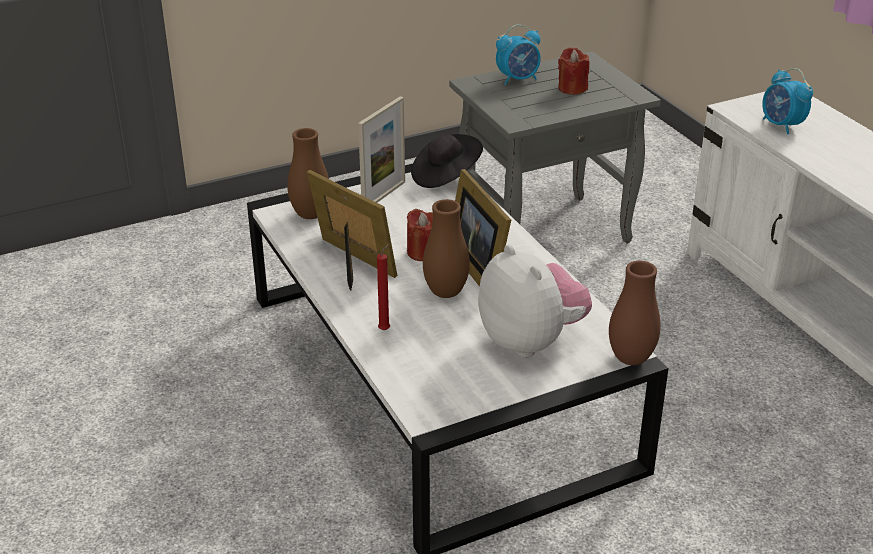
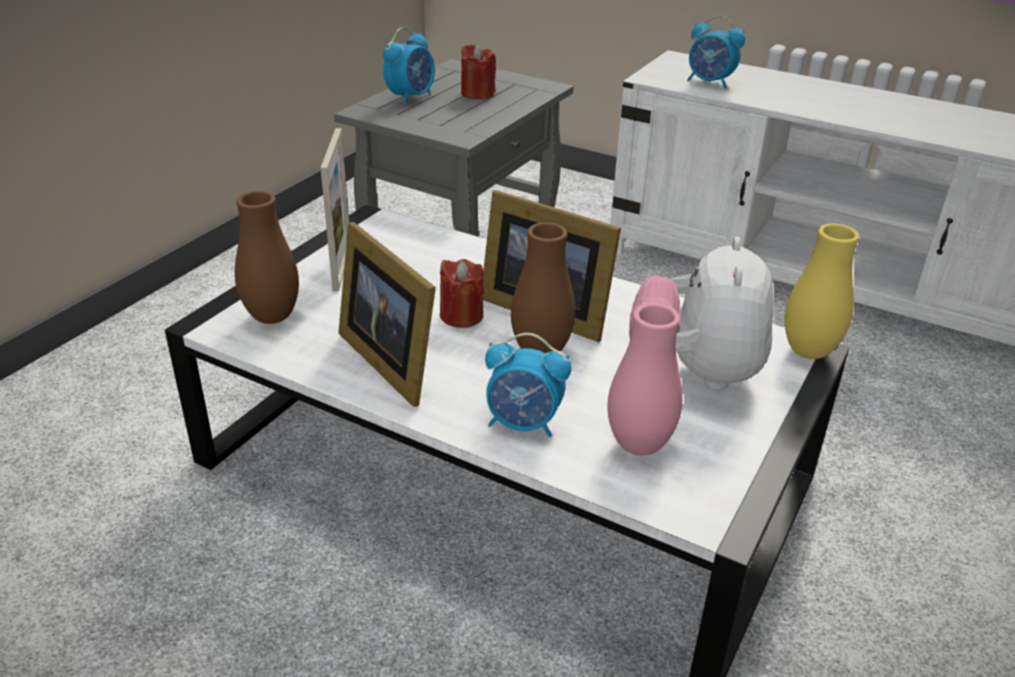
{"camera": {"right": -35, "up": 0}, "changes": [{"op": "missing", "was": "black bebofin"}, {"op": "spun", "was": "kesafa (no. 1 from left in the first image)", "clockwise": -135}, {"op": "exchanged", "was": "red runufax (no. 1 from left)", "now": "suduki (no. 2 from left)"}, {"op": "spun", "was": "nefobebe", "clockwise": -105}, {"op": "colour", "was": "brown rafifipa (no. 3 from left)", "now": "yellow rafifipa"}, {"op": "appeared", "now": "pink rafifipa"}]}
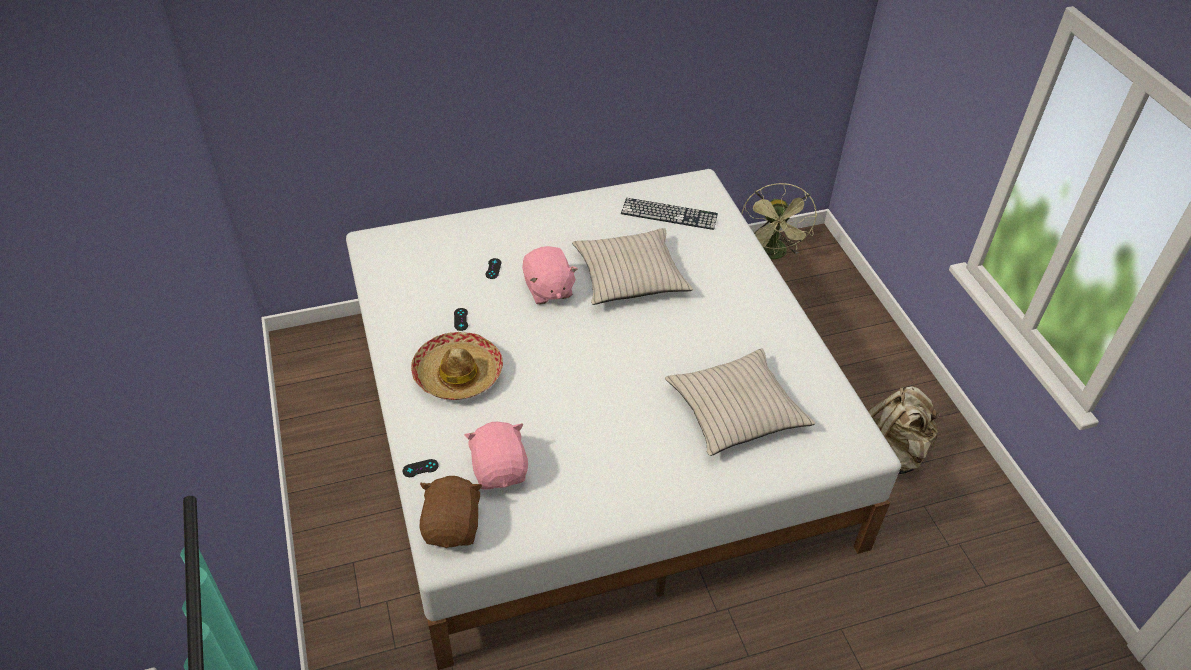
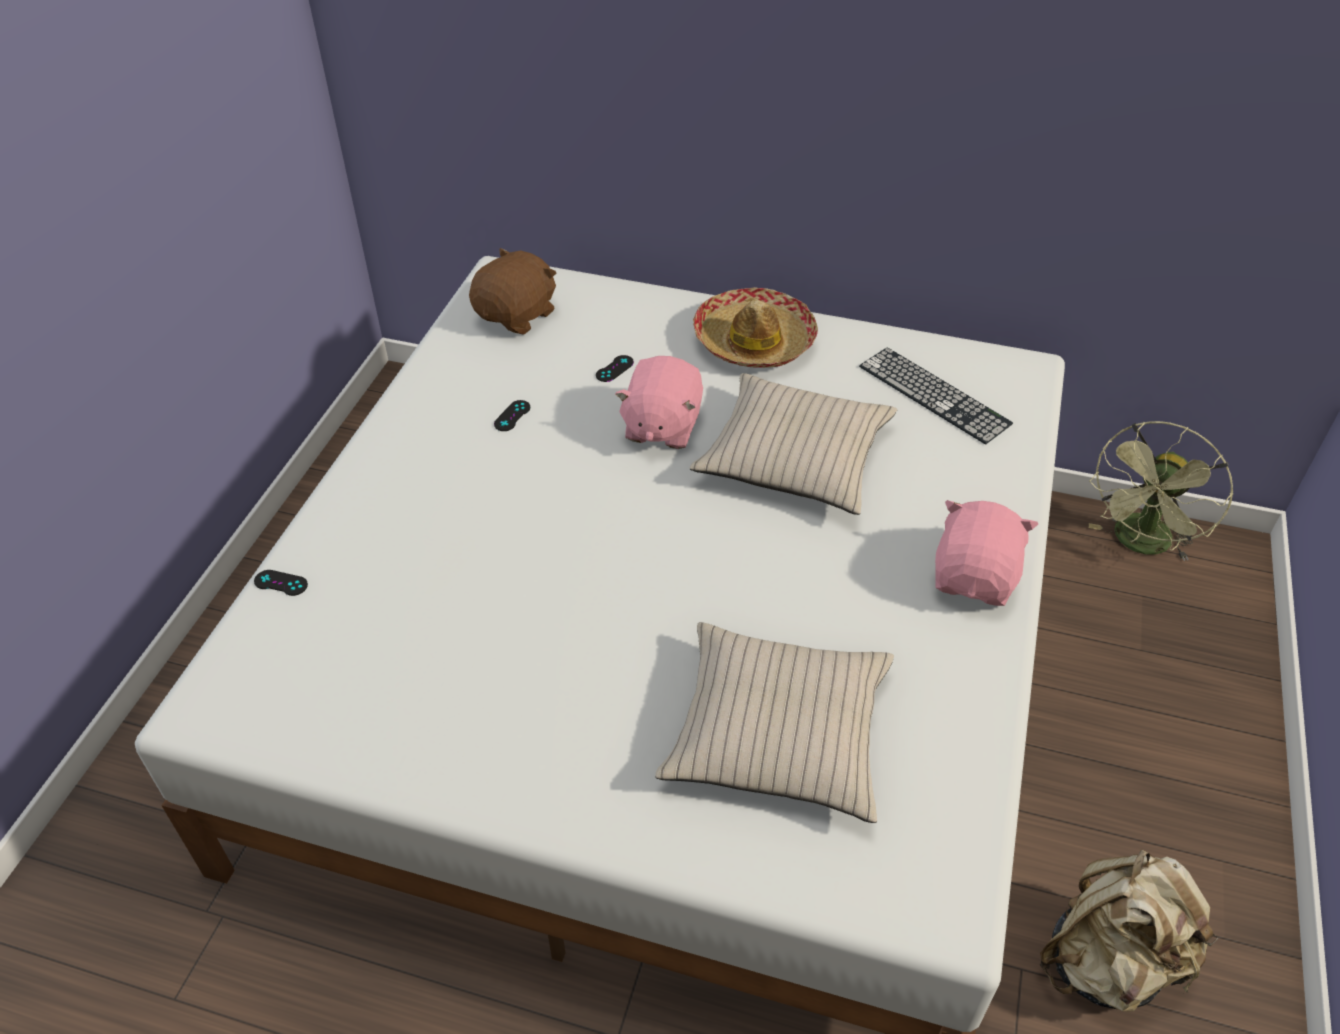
{"camera": {"right": 35, "up": 0}, "changes": [{"op": "relocated", "was": "bebofin"}, {"op": "relocated", "was": "pink nefobebe (no. 1 from left in the first image)", "now": "pink nefobebe (no. 2 from left)"}, {"op": "relocated", "was": "brown nefobebe"}]}
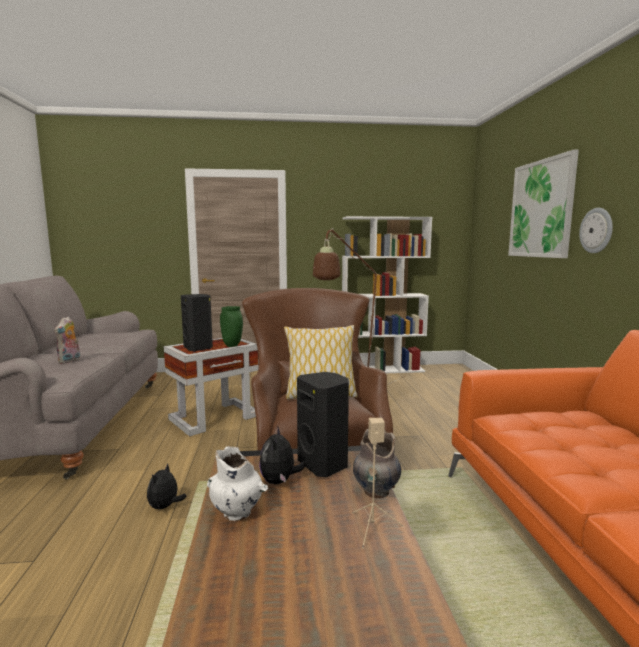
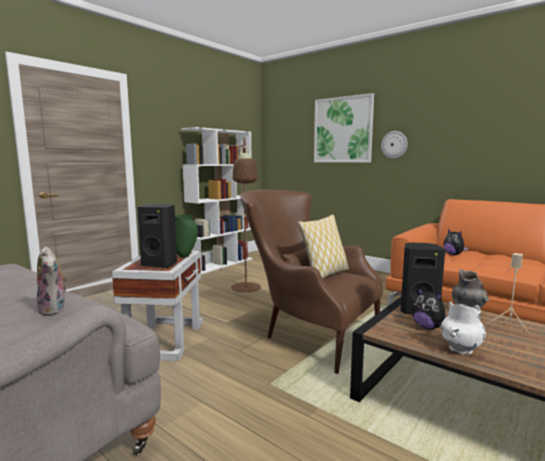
{"camera": {"right": -45, "up": 0}, "changes": [{"op": "relocated", "was": "nefobebe (no. 2 from left in the first image)", "now": "nefobebe (no. 3 from left)"}]}
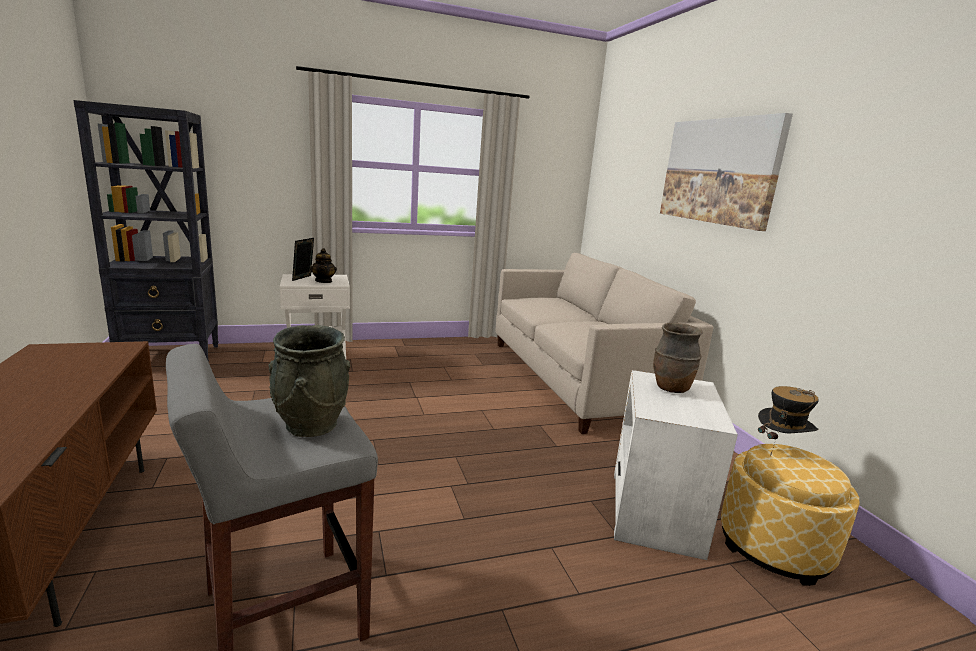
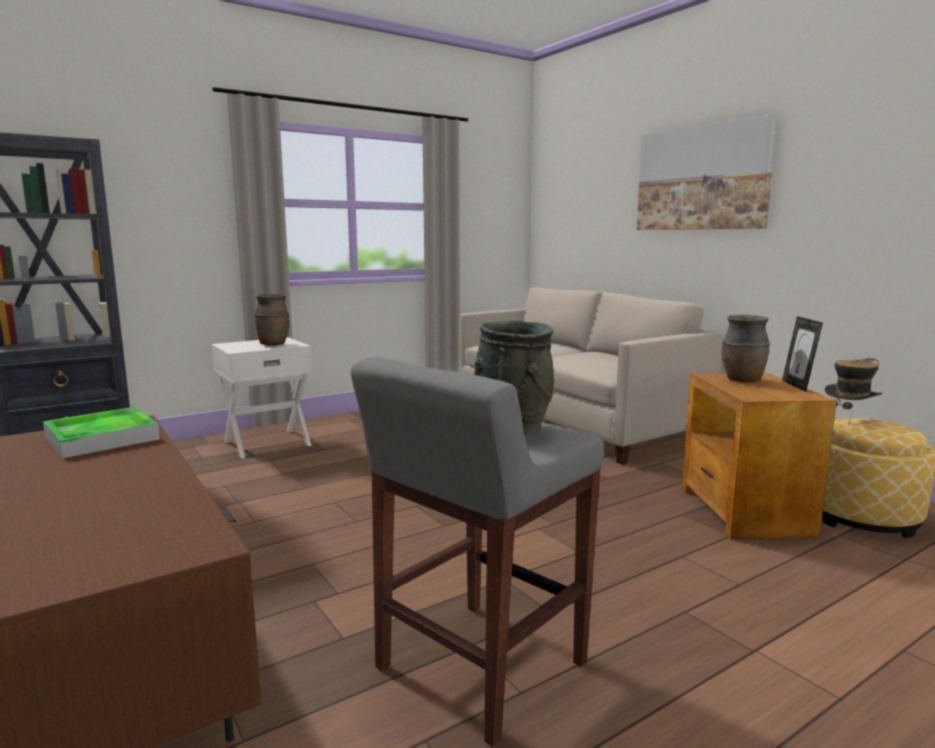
{"camera": {"right": -15, "up": -5}, "changes": [{"op": "relocated", "was": "kesafa"}, {"op": "exchanged", "was": "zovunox", "now": "brown rafifipa (no. 1 from left)"}, {"op": "colour", "was": "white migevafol", "now": "brown migevafol"}, {"op": "appeared", "now": "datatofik"}]}
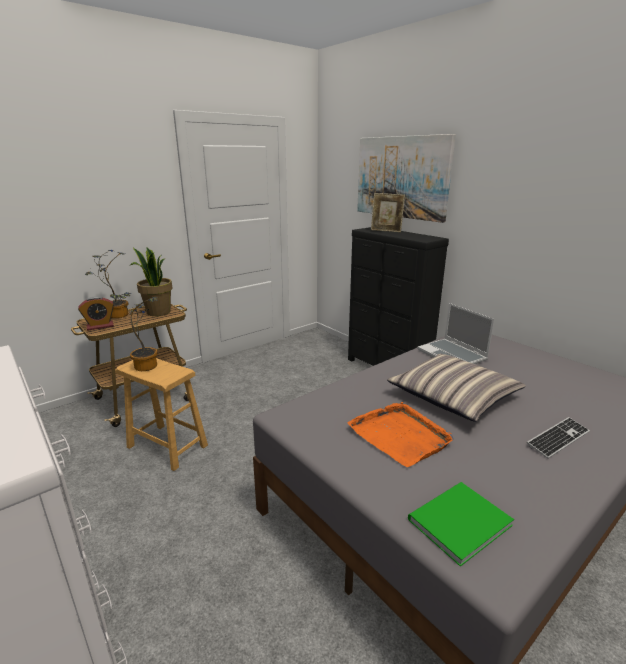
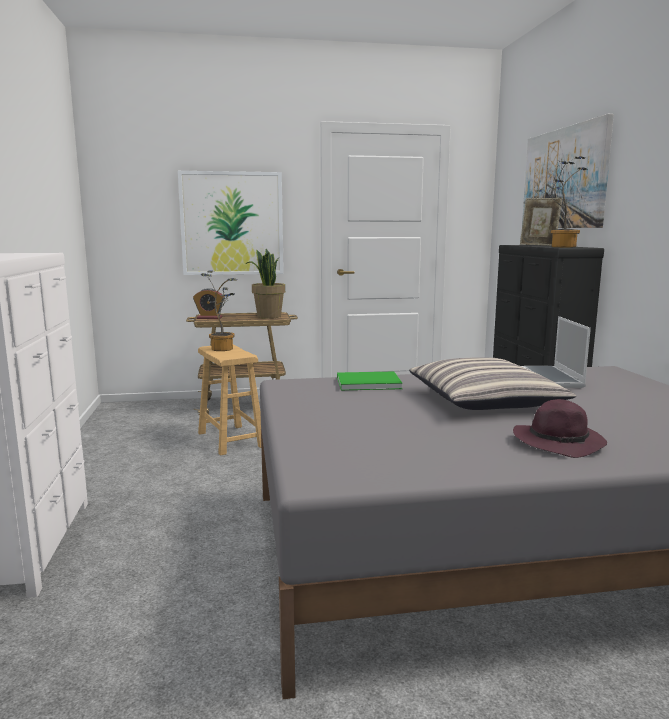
{"camera": {"right": 30, "up": -10}, "changes": [{"op": "relocated", "was": "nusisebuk (no. 1 from left in the first image)", "now": "nusisebuk (no. 3 from left)"}, {"op": "missing", "was": "orange datatofik"}, {"op": "exchanged", "was": "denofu", "now": "purple bebofin"}, {"op": "relocated", "was": "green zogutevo"}, {"op": "appeared", "now": "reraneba (no. 1 from left)"}]}
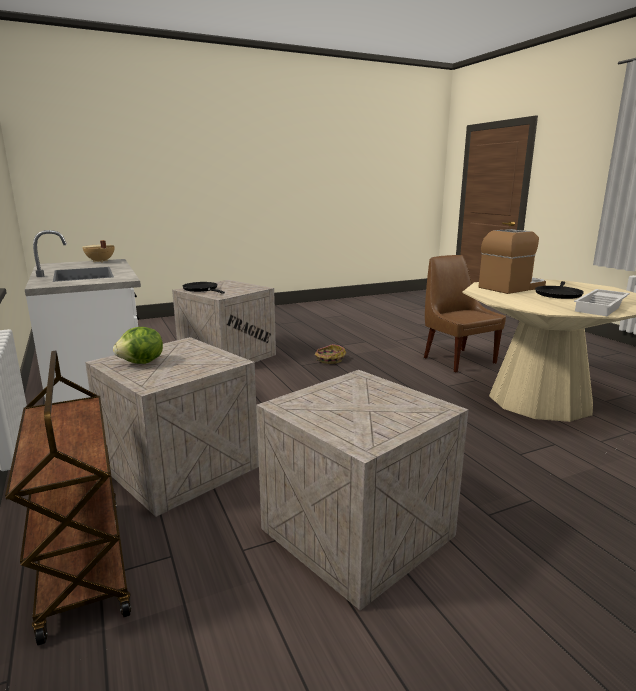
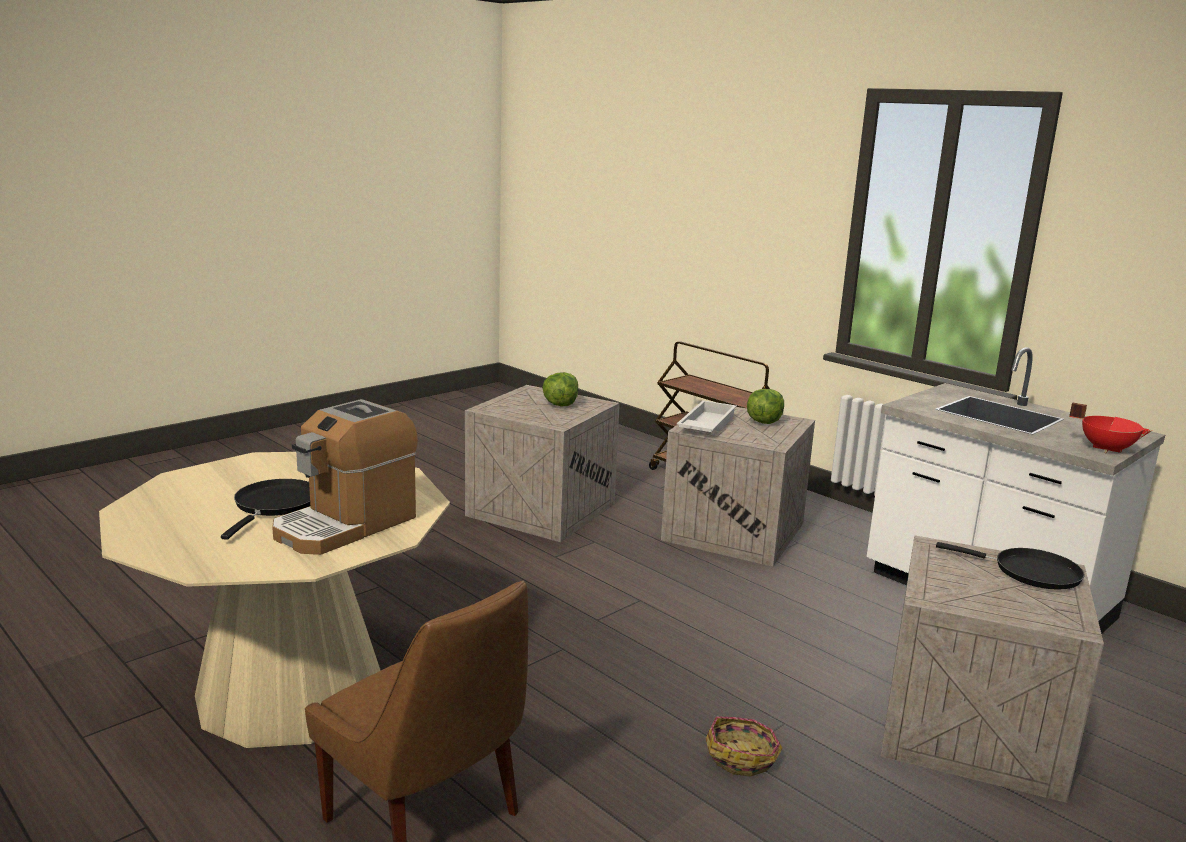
{"camera": {"right": 160, "up": 0}, "changes": [{"op": "colour", "was": "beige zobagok", "now": "red zobagok"}, {"op": "relocated", "was": "white datatofik"}, {"op": "appeared", "now": "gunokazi (no. 1 from left)"}]}
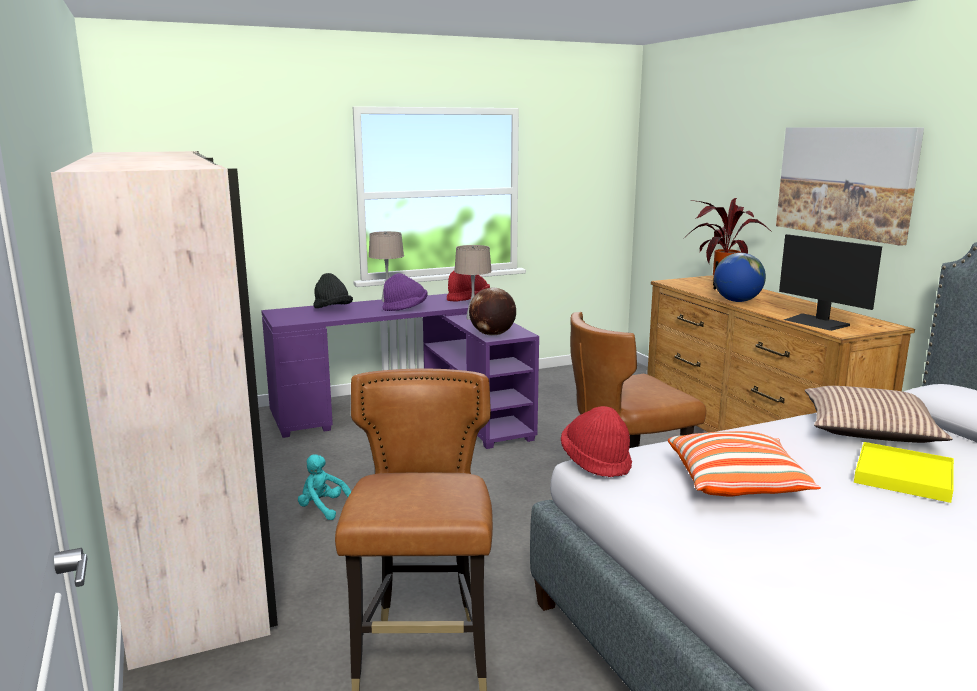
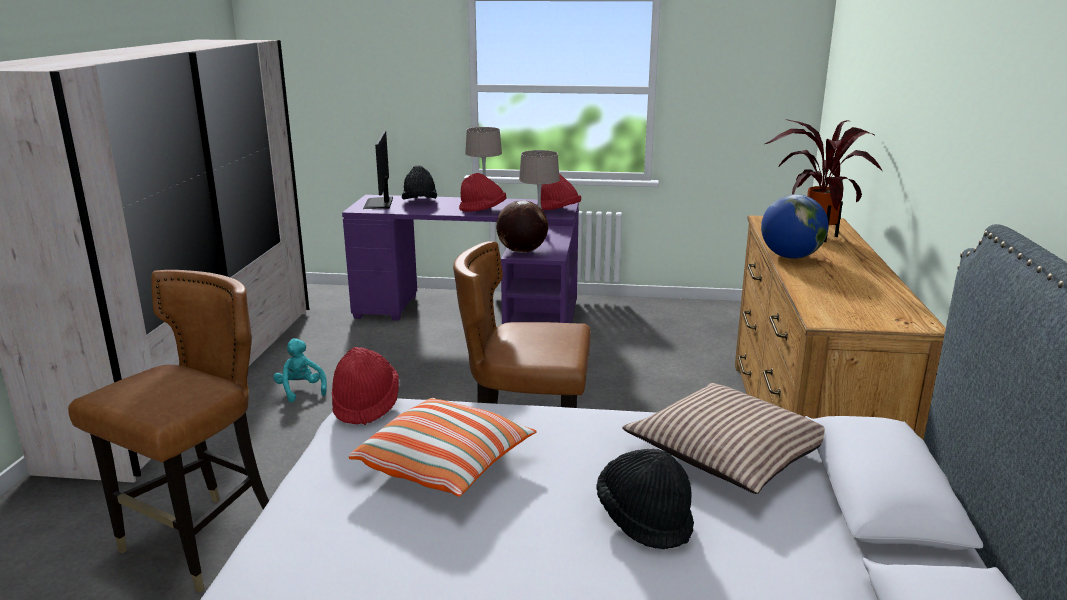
{"camera": {"right": 30, "up": 5}, "changes": [{"op": "missing", "was": "reraneba"}, {"op": "relocated", "was": "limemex"}, {"op": "colour", "was": "purple bebofin", "now": "red bebofin (no. 2 from left)"}, {"op": "exchanged", "was": "yellow datatofik", "now": "black bebofin (no. 2 from left)"}]}
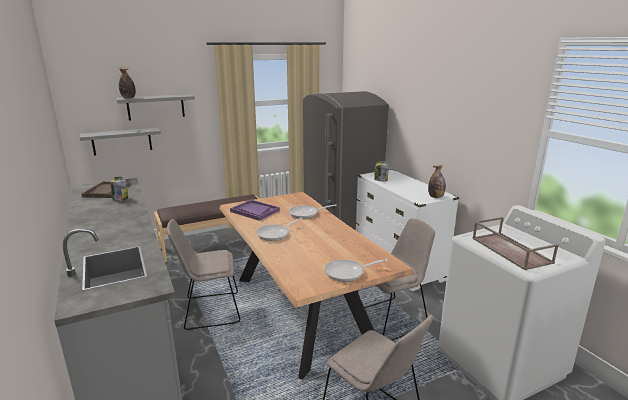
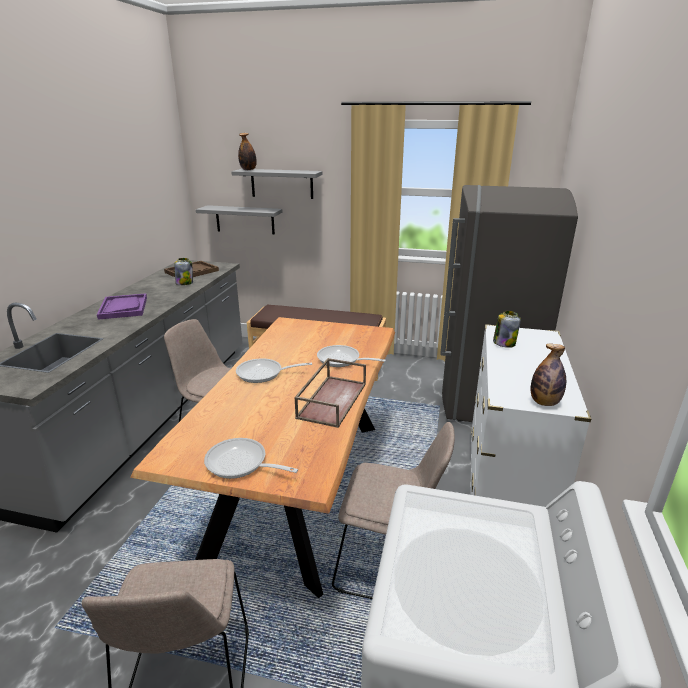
{"camera": {"right": 40, "up": 5}, "changes": [{"op": "relocated", "was": "purple datatofik"}, {"op": "relocated", "was": "brown datatofik (no. 2 from left)"}]}
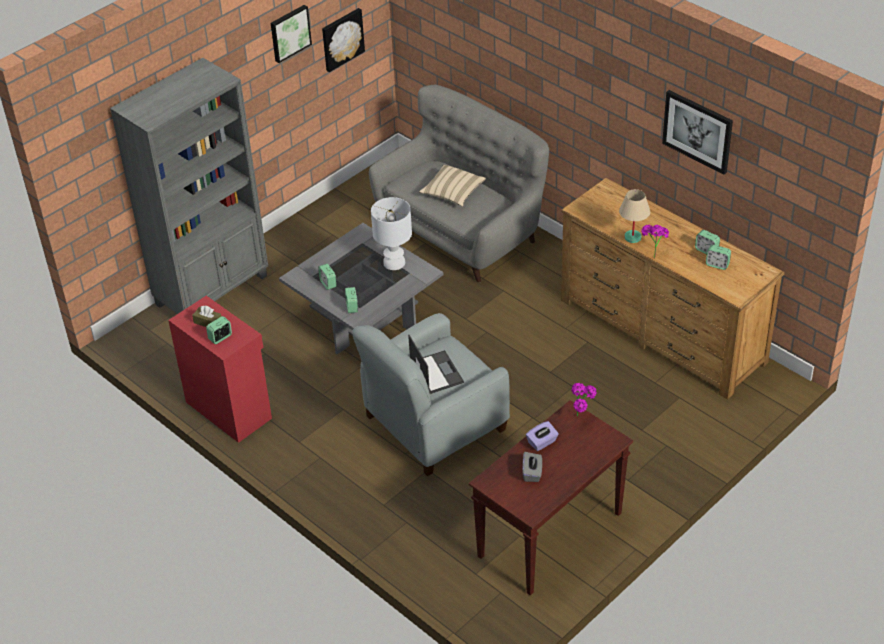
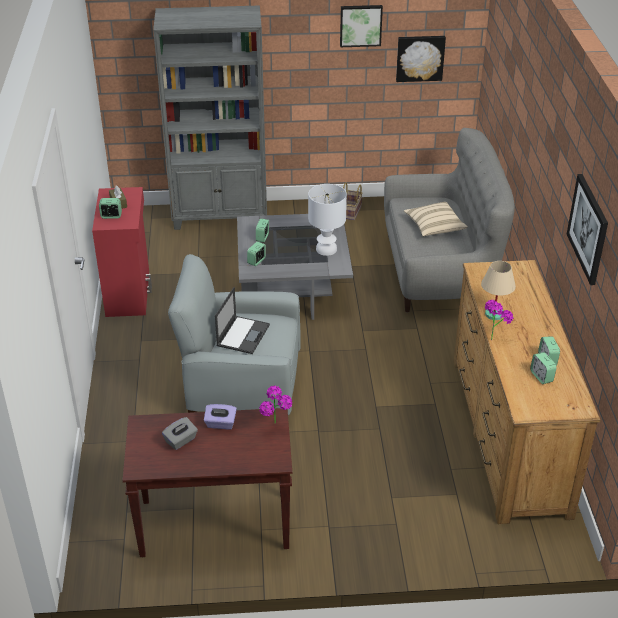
{"camera": {"right": 40, "up": -5}, "changes": [{"op": "appeared", "now": "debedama"}]}
